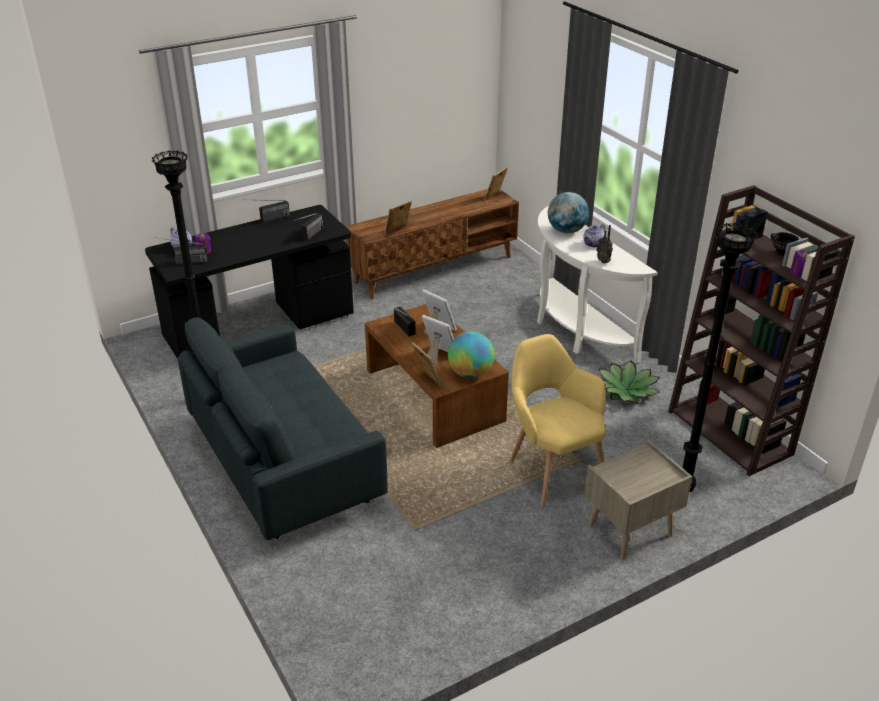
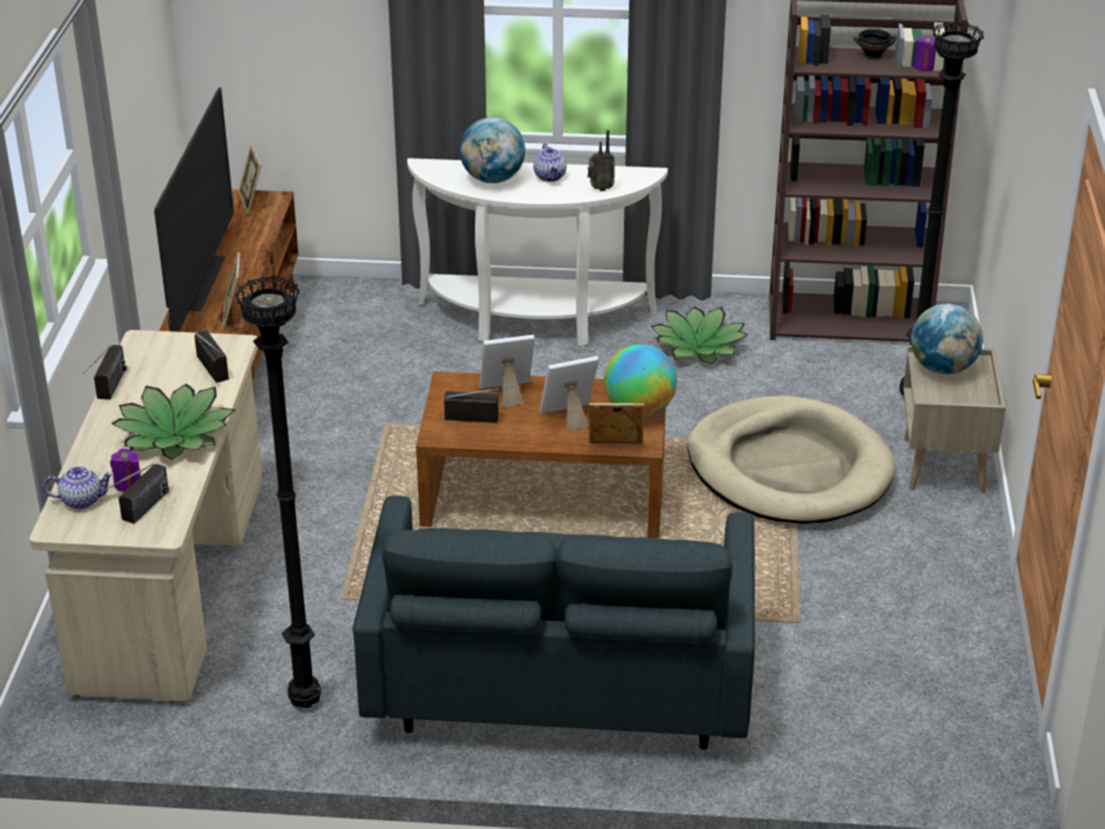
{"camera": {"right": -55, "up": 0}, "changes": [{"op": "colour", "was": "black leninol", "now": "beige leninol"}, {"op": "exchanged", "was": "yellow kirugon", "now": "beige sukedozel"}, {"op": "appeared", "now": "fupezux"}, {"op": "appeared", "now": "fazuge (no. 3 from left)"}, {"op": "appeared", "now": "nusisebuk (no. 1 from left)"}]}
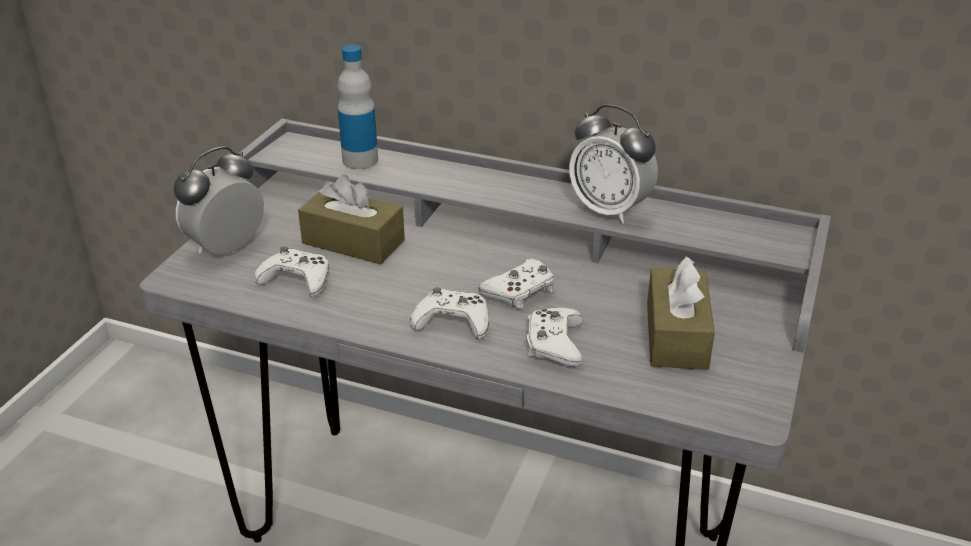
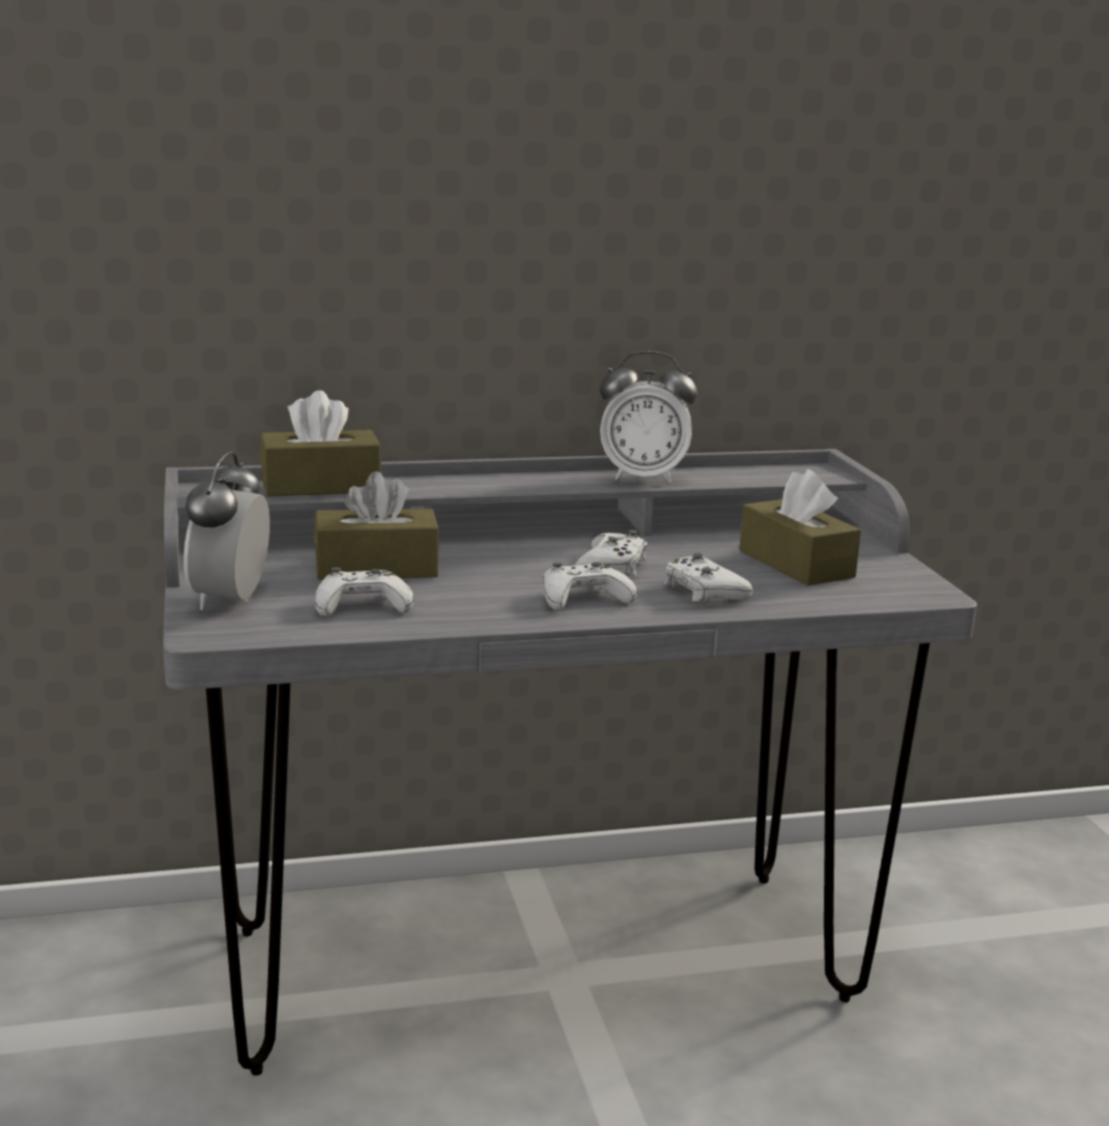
{"camera": {"right": -35, "up": -15}, "changes": [{"op": "exchanged", "was": "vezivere", "now": "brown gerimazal (no. 1 from left)"}]}
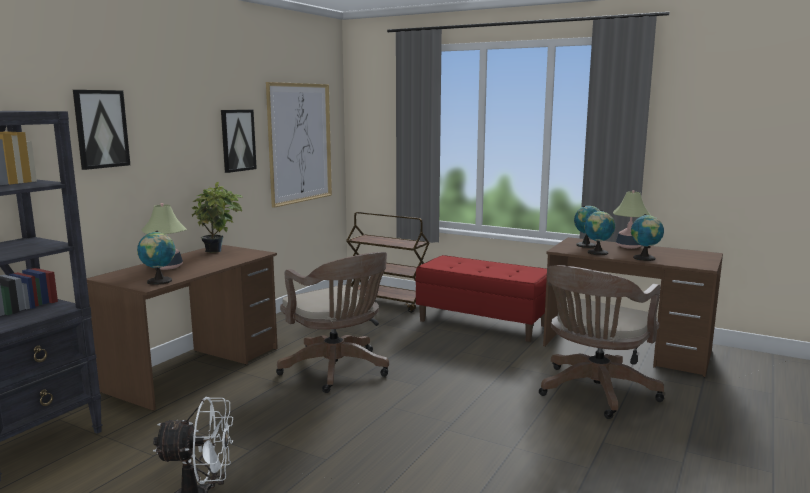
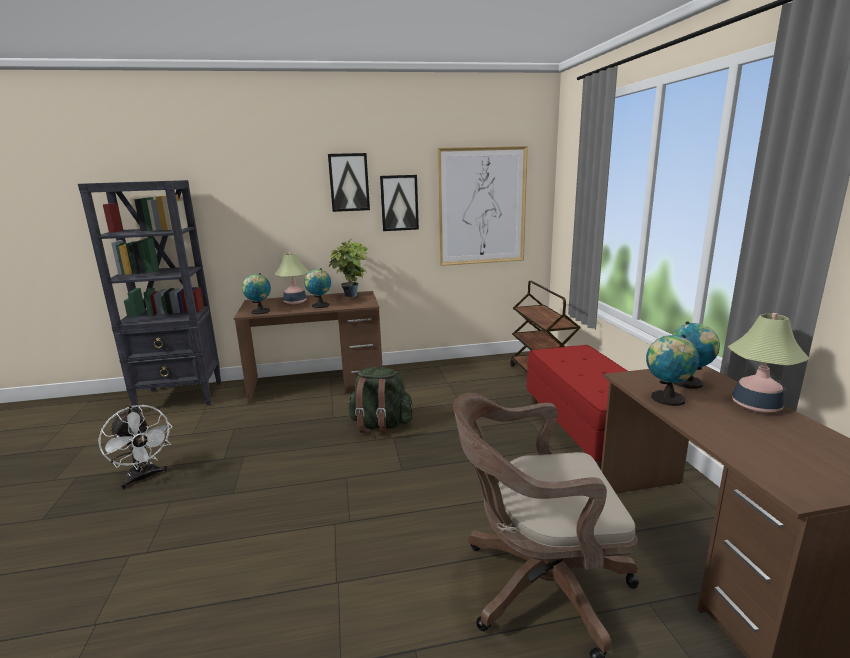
{"camera": {"right": 50, "up": 5}, "changes": [{"op": "relocated", "was": "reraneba (no. 1 from left)"}, {"op": "relocated", "was": "fazuge (no. 4 from left in the first image)", "now": "fazuge (no. 2 from left)"}, {"op": "exchanged", "was": "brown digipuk (no. 1 from left)", "now": "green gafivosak"}]}
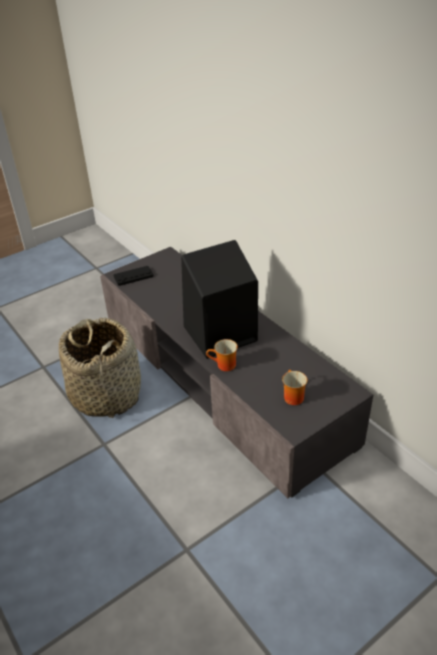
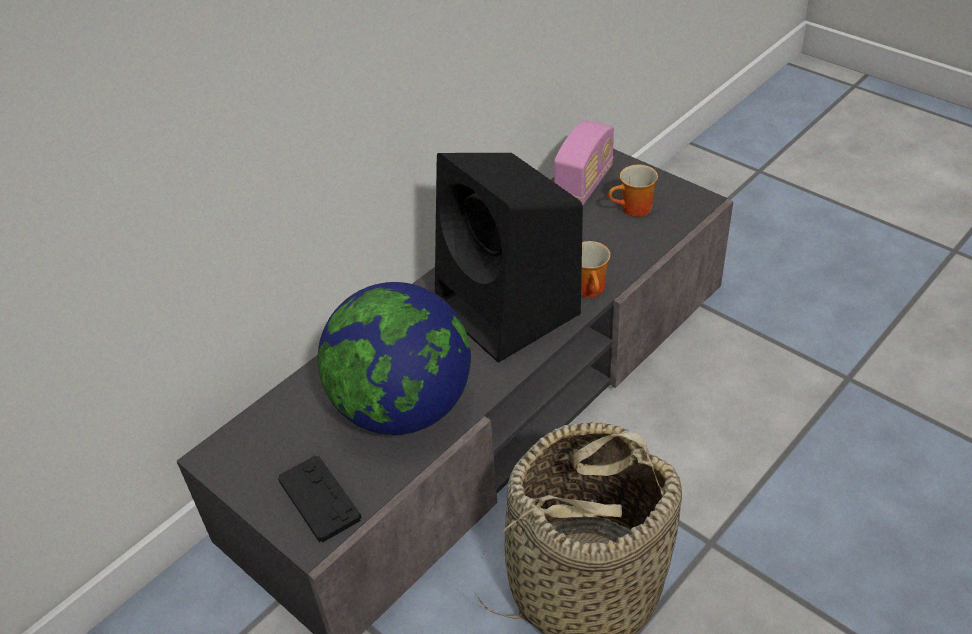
{"camera": {"right": -100, "up": 5}, "changes": [{"op": "appeared", "now": "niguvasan"}, {"op": "appeared", "now": "fazuge"}]}
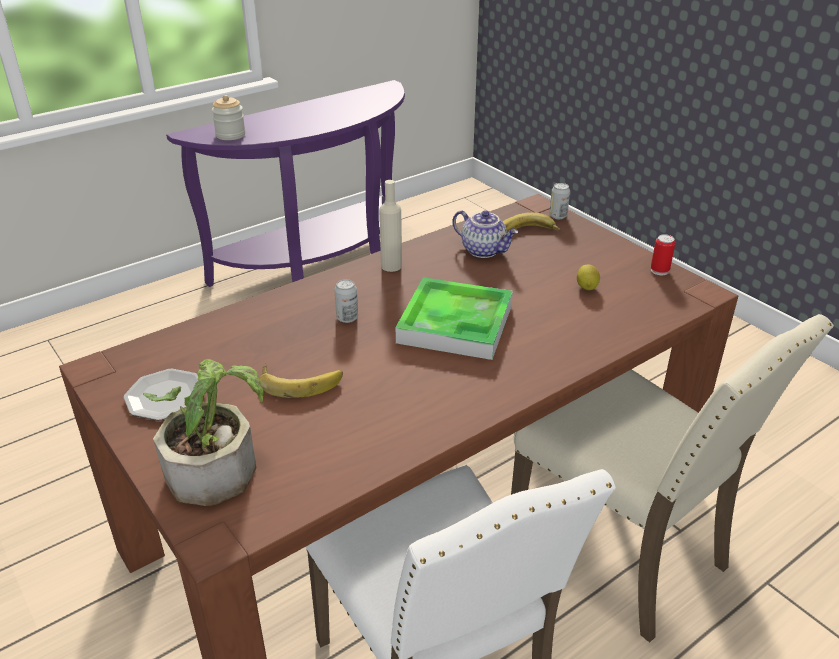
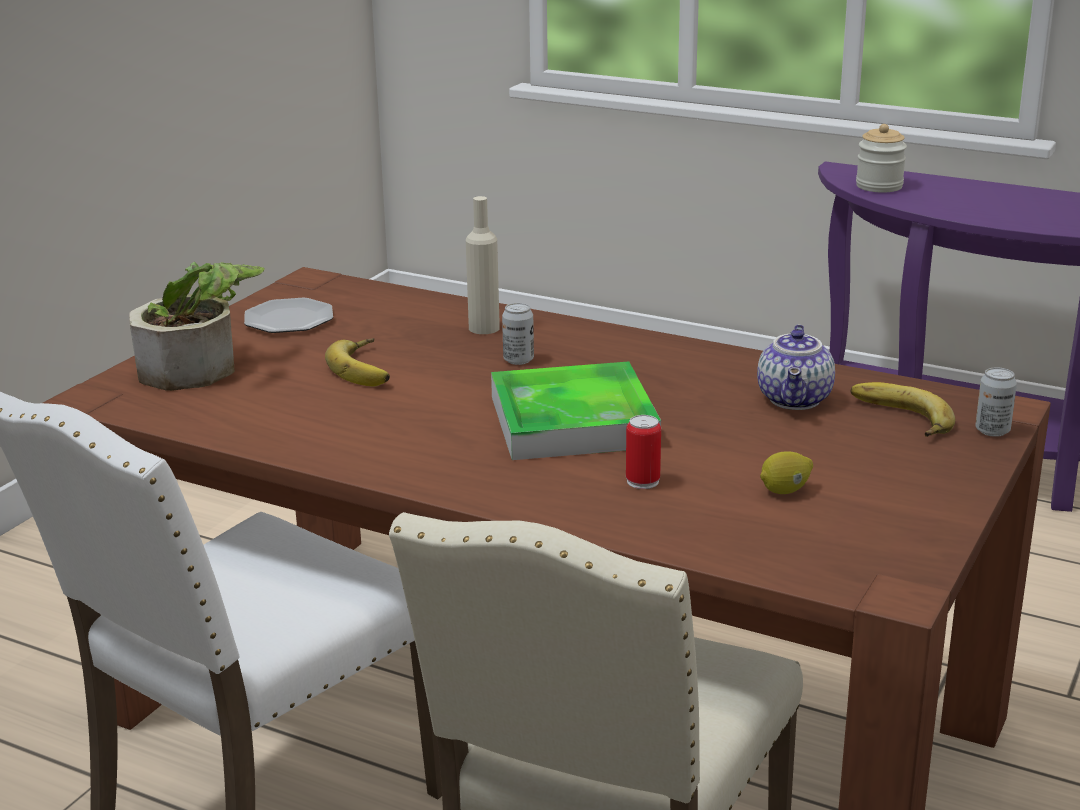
{"camera": {"right": 65, "up": -10}, "changes": [{"op": "relocated", "was": "beige vezivere"}, {"op": "relocated", "was": "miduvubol (no. 3 from left in the first image)", "now": "miduvubol (no. 2 from left)"}]}
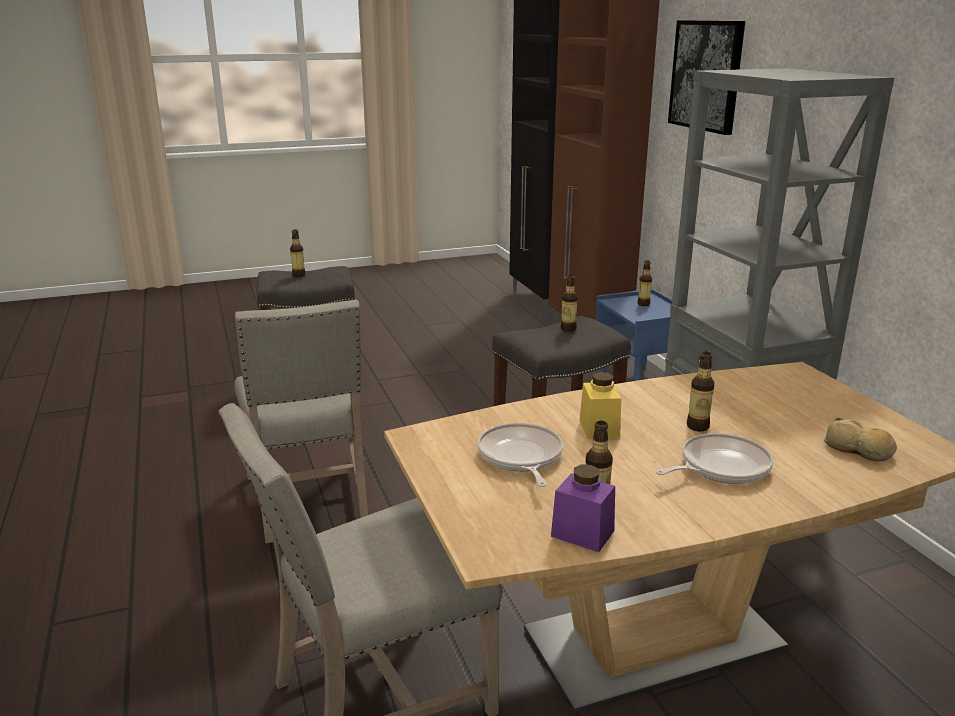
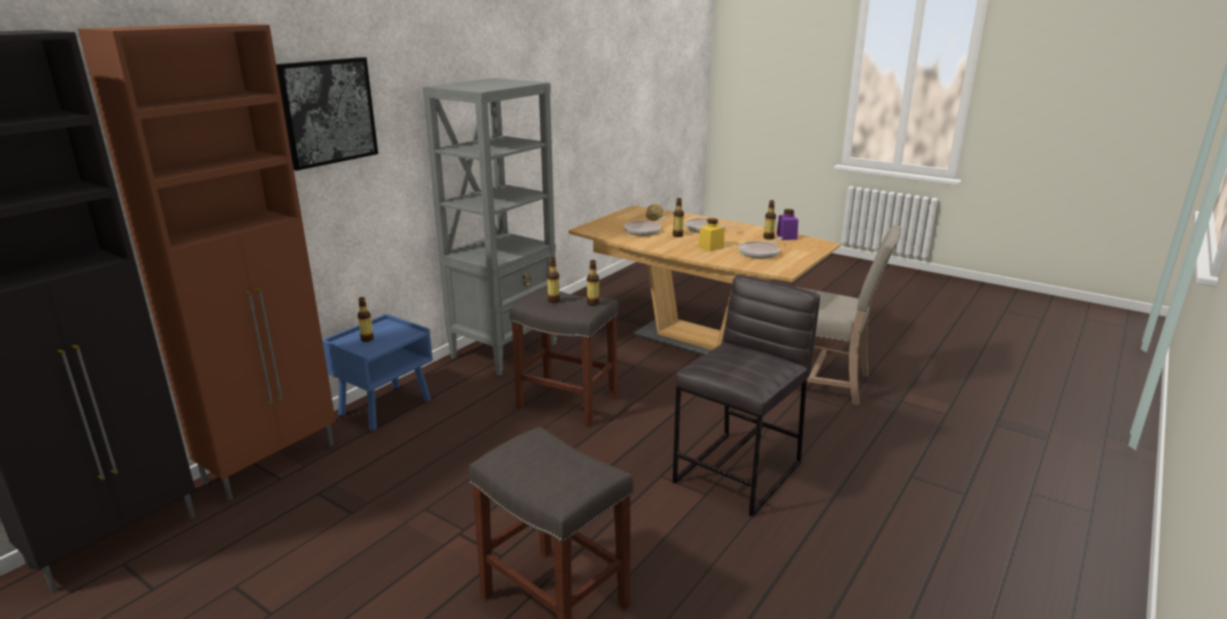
{"camera": {"right": -125, "up": 0}, "changes": [{"op": "relocated", "was": "vezivere (no. 1 from left in the first image)", "now": "vezivere (no. 3 from left)"}, {"op": "exchanged", "was": "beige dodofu (no. 1 from left)", "now": "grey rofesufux (no. 3 from left)"}, {"op": "appeared", "now": "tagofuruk (no. 1 from left)"}]}
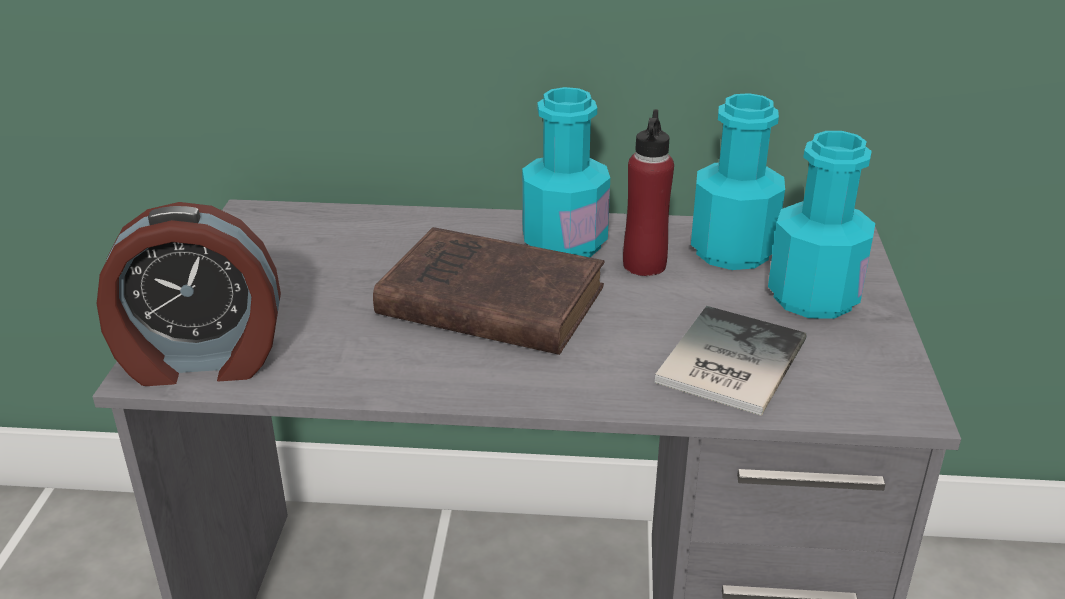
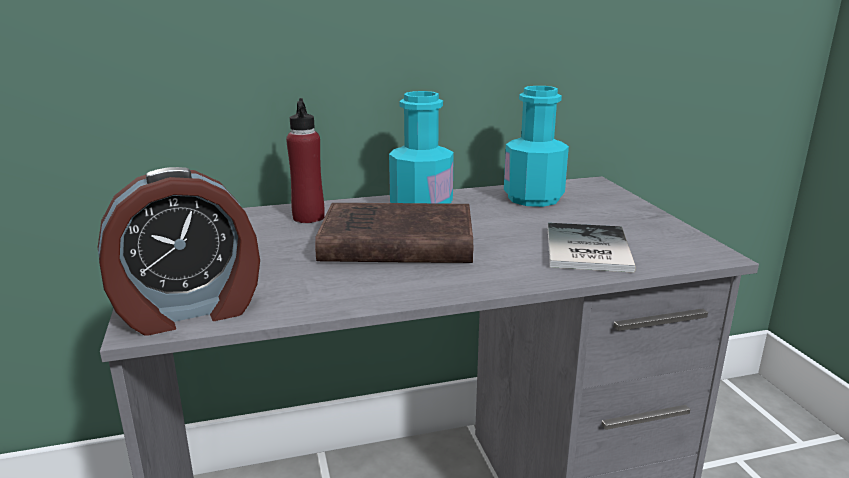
{"camera": {"right": -20, "up": -10}, "changes": [{"op": "relocated", "was": "red vezivere"}, {"op": "missing", "was": "turquoise vezivere (no. 3 from left)"}]}
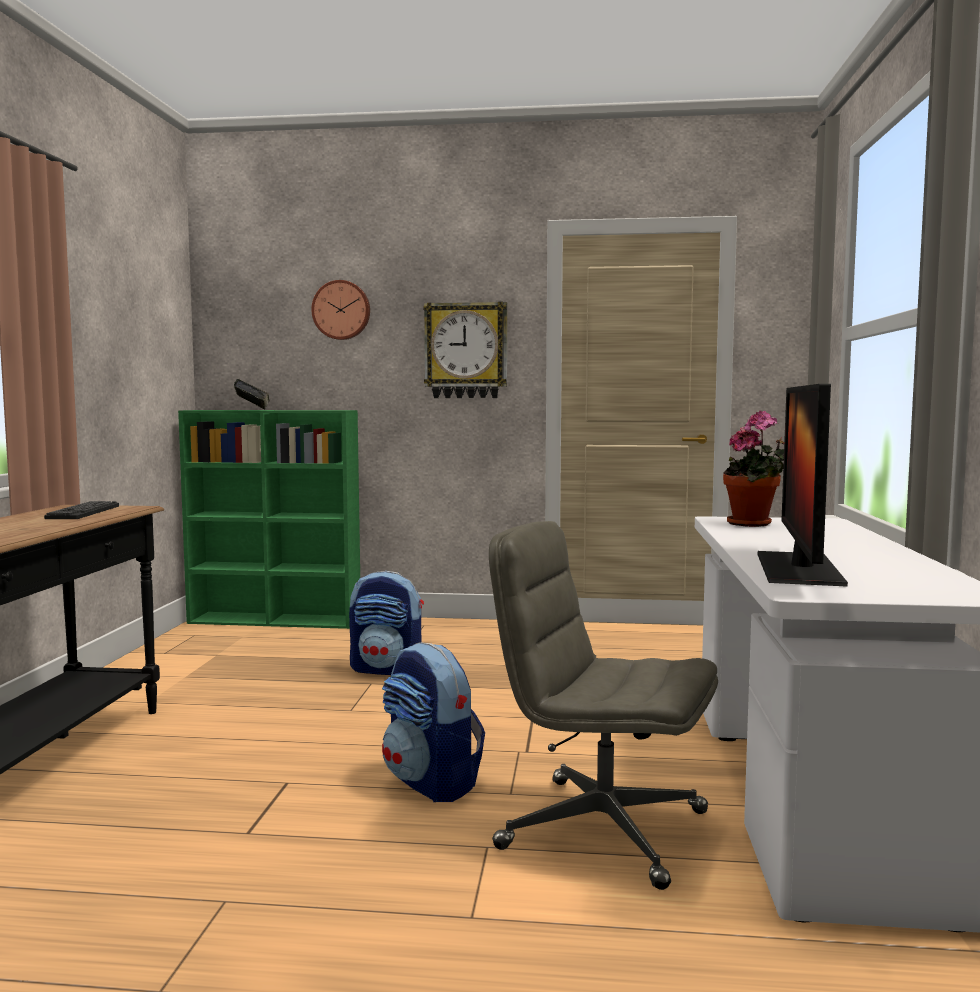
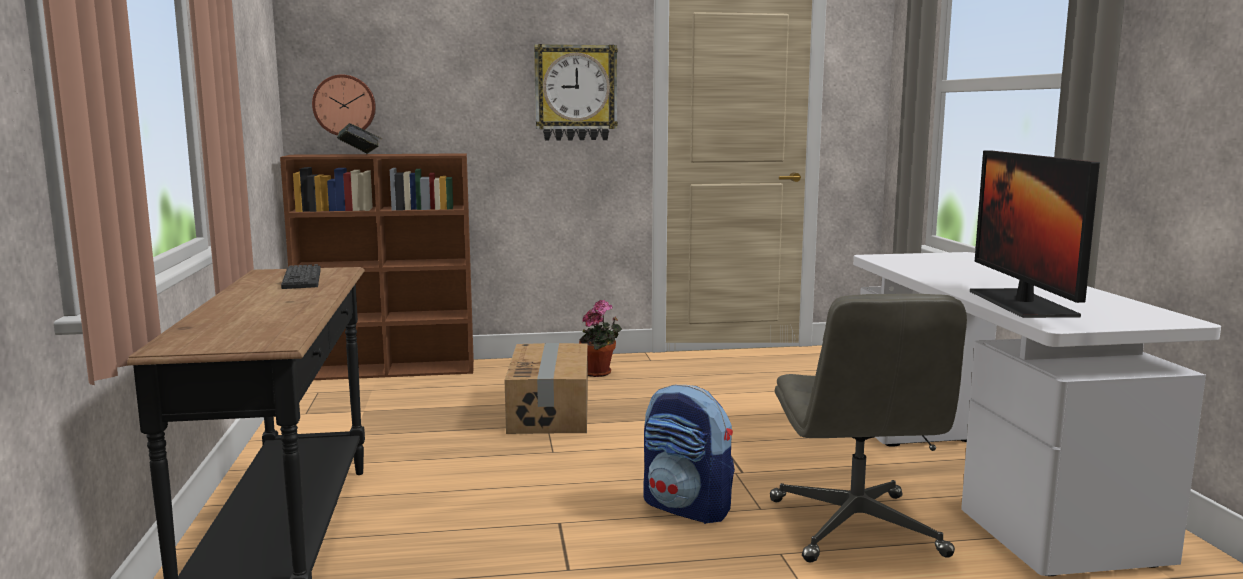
{"camera": {"right": -15, "up": 5}, "changes": [{"op": "relocated", "was": "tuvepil (no. 1 from left)"}, {"op": "colour", "was": "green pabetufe", "now": "brown pabetufe"}, {"op": "relocated", "was": "nusisebuk"}, {"op": "spun", "was": "grey digipuk", "clockwise": -105}, {"op": "exchanged", "was": "gafivosak (no. 1 from left)", "now": "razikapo"}]}
